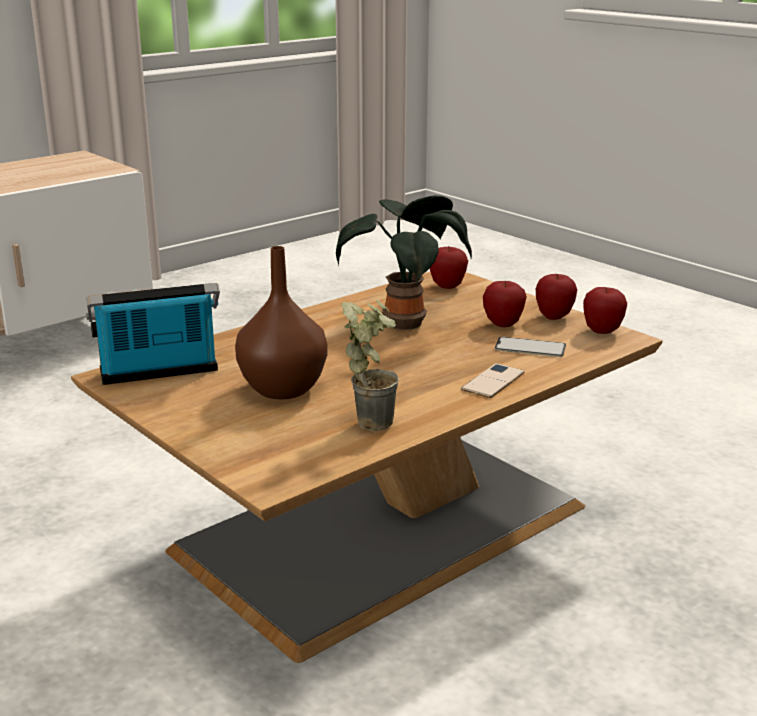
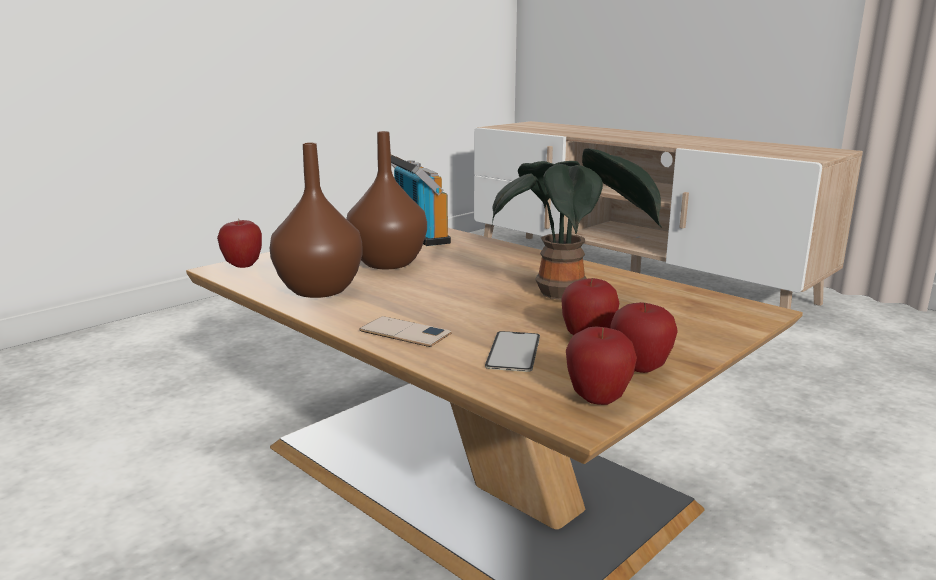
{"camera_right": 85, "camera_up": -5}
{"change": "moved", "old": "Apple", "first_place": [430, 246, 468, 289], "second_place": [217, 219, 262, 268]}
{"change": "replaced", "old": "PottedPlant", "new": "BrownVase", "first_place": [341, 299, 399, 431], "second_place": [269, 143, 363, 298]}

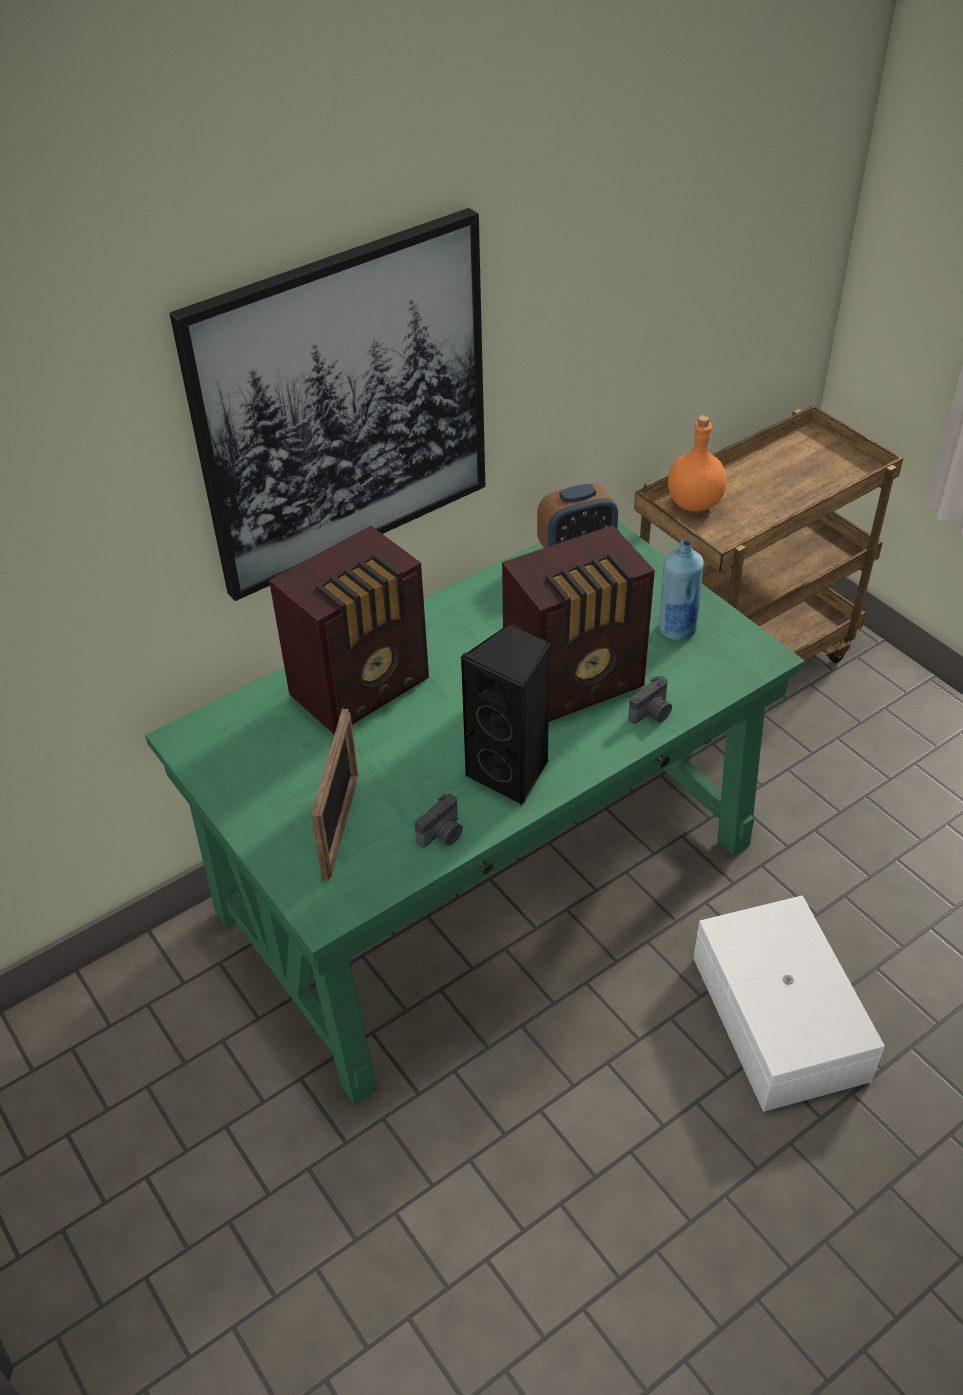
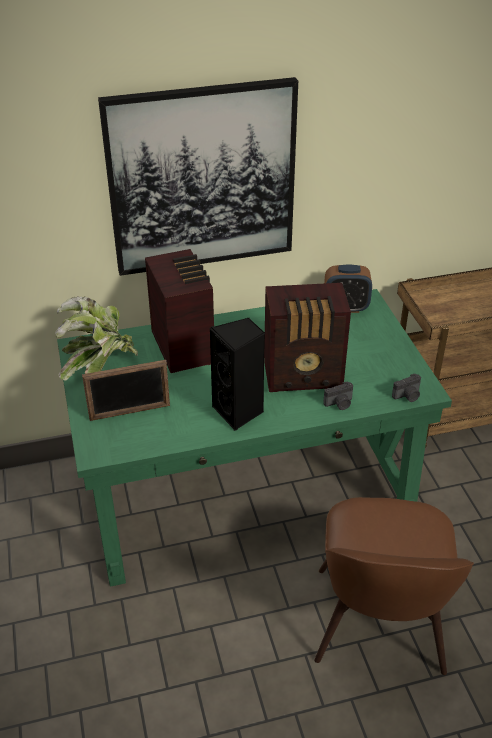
{"camera_right": 20, "camera_up": -5}
{"change": "removed", "old": "BlueBottle", "first_place": [659, 539, 704, 640]}
{"change": "removed", "old": "OrangeBottle", "first_place": [668, 415, 727, 511]}
{"change": "added", "new": "PottedPlant", "second_place": [55, 296, 138, 381]}
{"change": "moved", "old": "PhotoCamera", "first_place": [415, 794, 463, 848], "second_place": [392, 374, 421, 402]}
{"change": "replaced", "old": "WhiteStorageBox", "new": "BrownChair", "first_place": [693, 895, 885, 1112], "second_place": [314, 497, 474, 675]}
{"change": "turned", "old": "Radio", "first_place": [269, 526, 429, 735], "second_place": [145, 249, 214, 373], "degrees": -90}
{"change": "turned", "old": "PictureFrame", "first_place": [311, 709, 359, 881], "second_place": [82, 360, 170, 421], "degrees": 45}

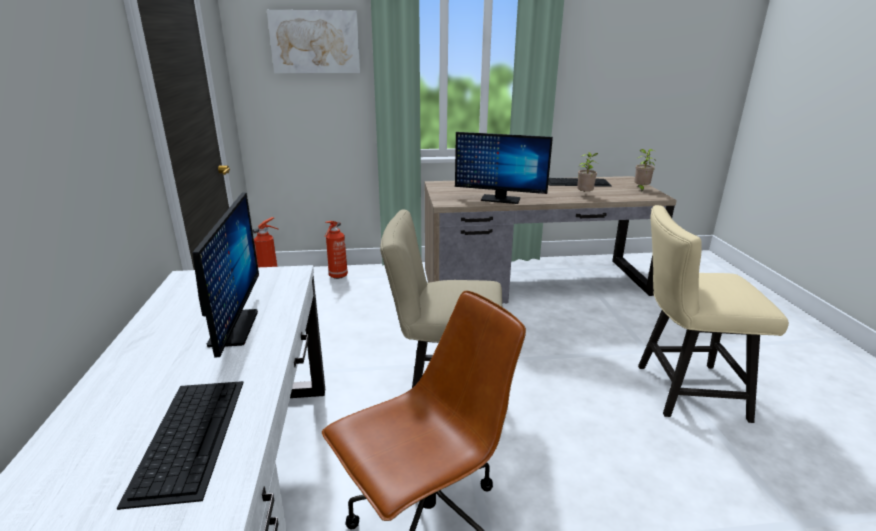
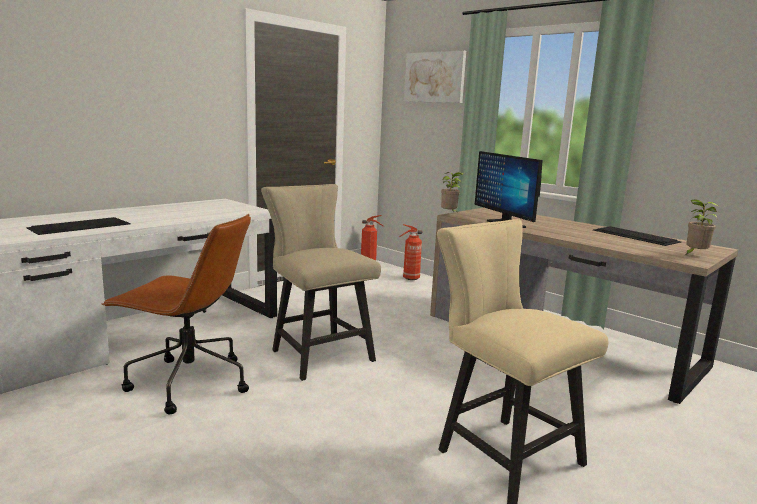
{"camera_right": 50, "camera_up": -10}
{"change": "removed", "old": "Monitor", "first_place": [192, 193, 259, 358]}
{"change": "moved", "old": "PottedPlant", "first_place": [577, 152, 598, 192], "second_place": [441, 172, 463, 214]}

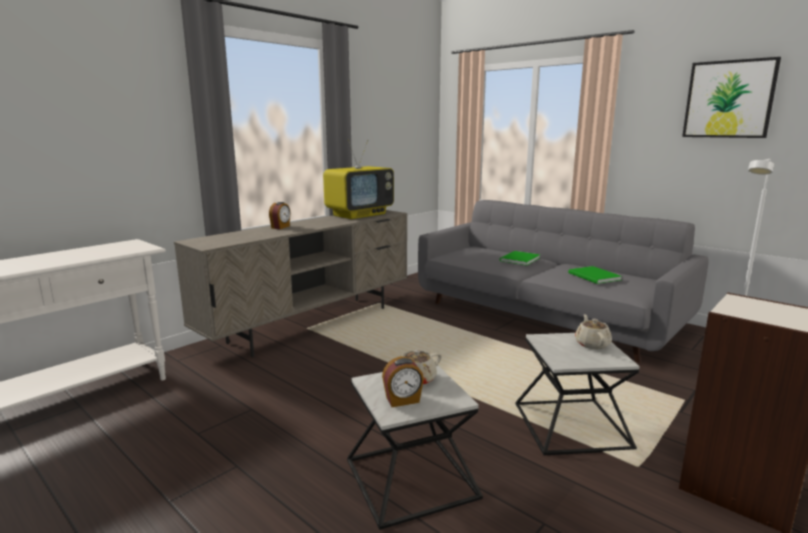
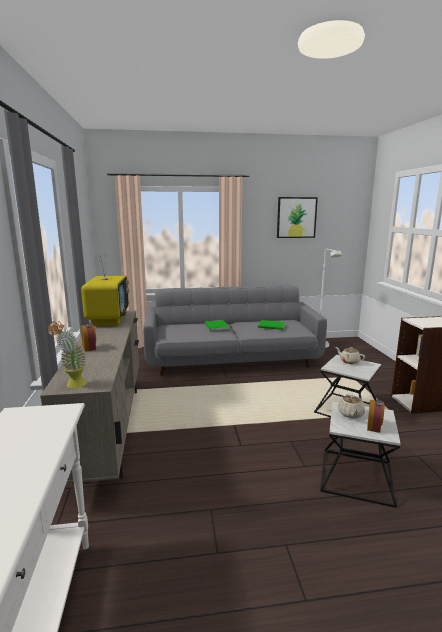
{"camera_right": -50, "camera_up": 0}
{"change": "added", "new": "PottedPlant", "second_place": [48, 321, 87, 388]}

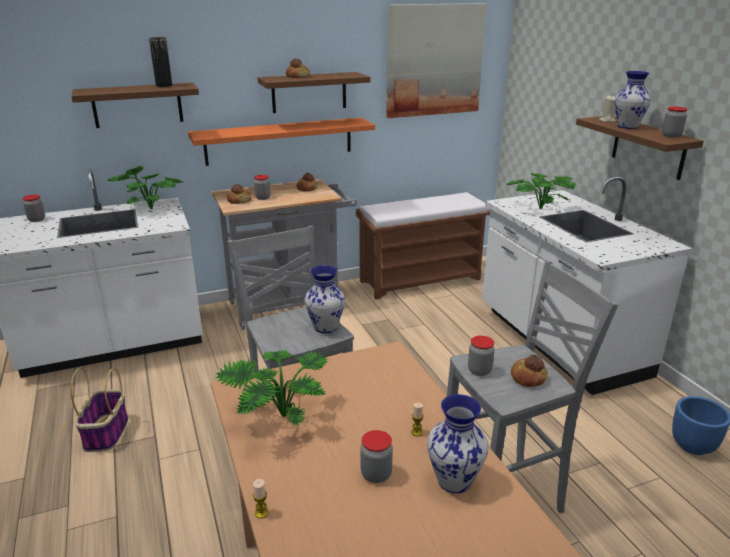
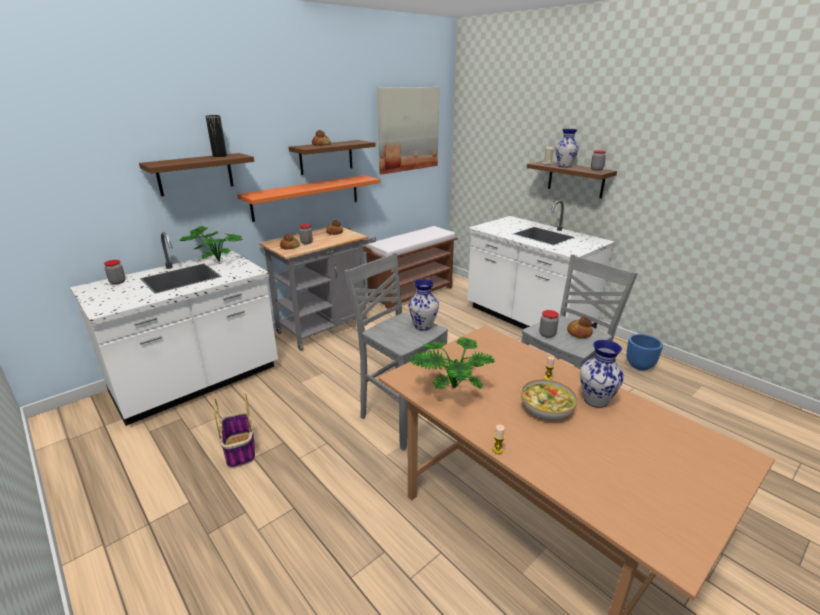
{"camera_right": -20, "camera_up": 0}
{"change": "removed", "old": "PottedPlant", "first_place": [507, 172, 576, 209]}
{"change": "replaced", "old": "Jar", "new": "Bowl", "first_place": [361, 430, 393, 483], "second_place": [521, 379, 577, 420]}

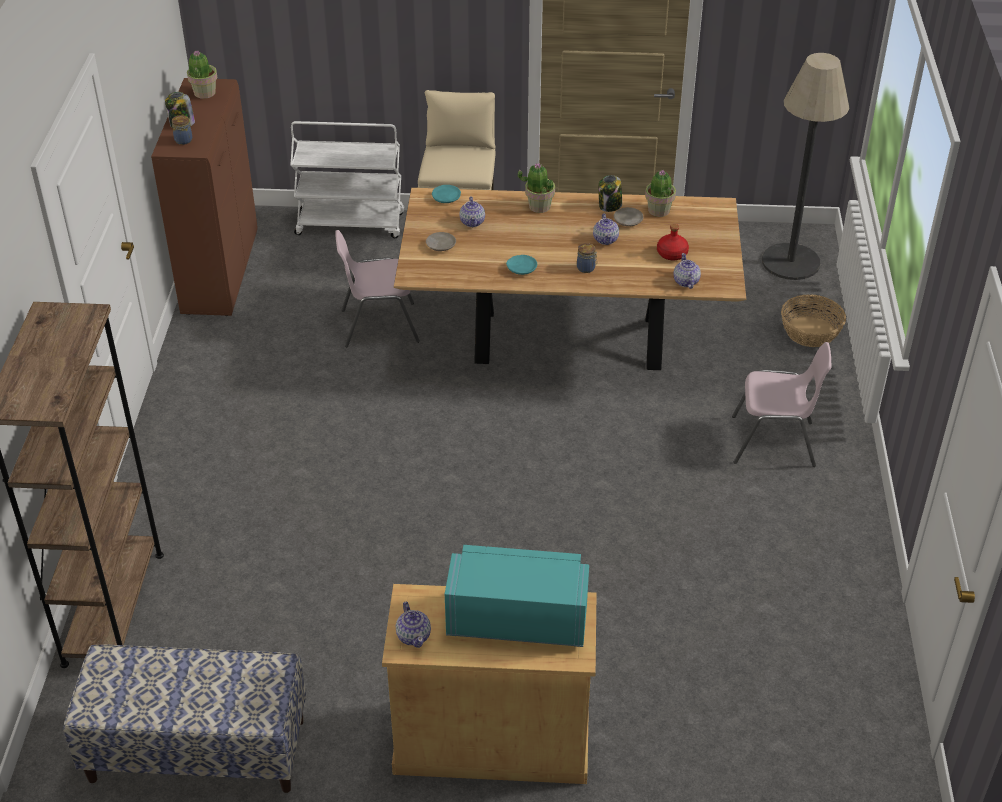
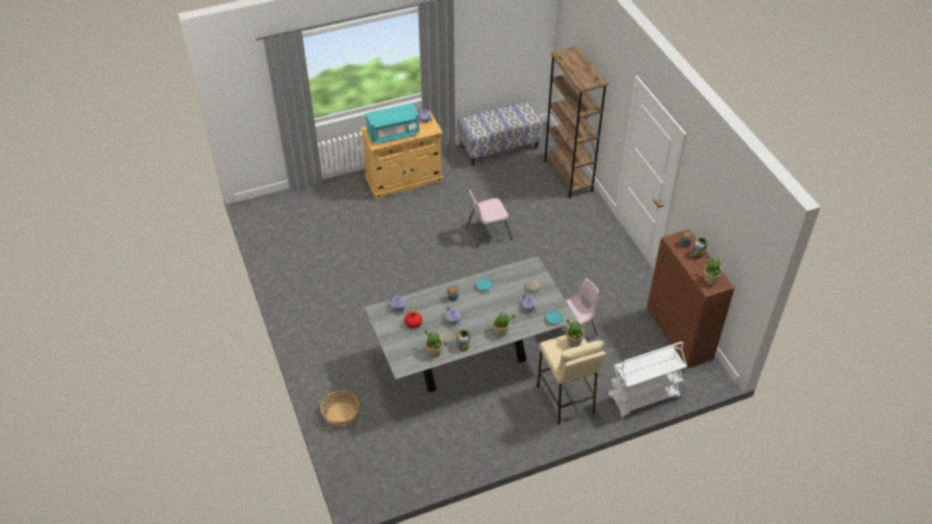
{"camera_right": 155, "camera_up": 5}
{"change": "removed", "old": "FloorLamp", "first_place": [762, 53, 849, 280]}
{"change": "added", "new": "PottedPlant", "second_place": [566, 319, 584, 347]}
{"change": "moved", "old": "PinkChair", "first_place": [732, 342, 831, 467], "second_place": [466, 190, 513, 248]}
{"change": "recoloured", "old": "BrownDiningTable", "new": "GreyDiningTable", "first_place": [394, 188, 746, 370], "second_place": [364, 256, 578, 393]}

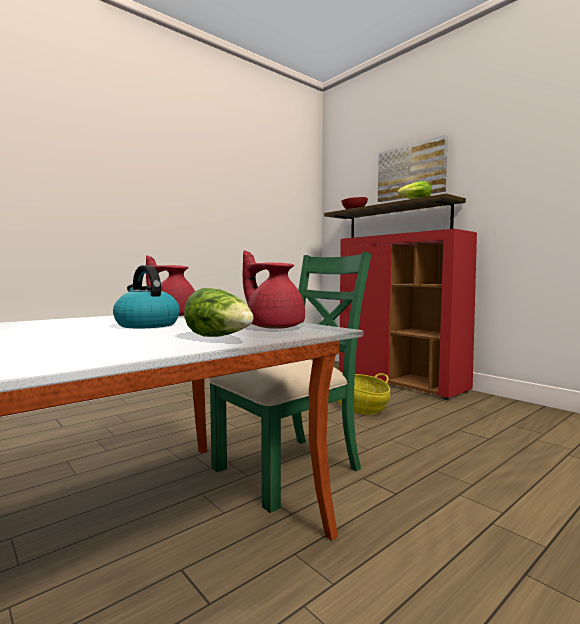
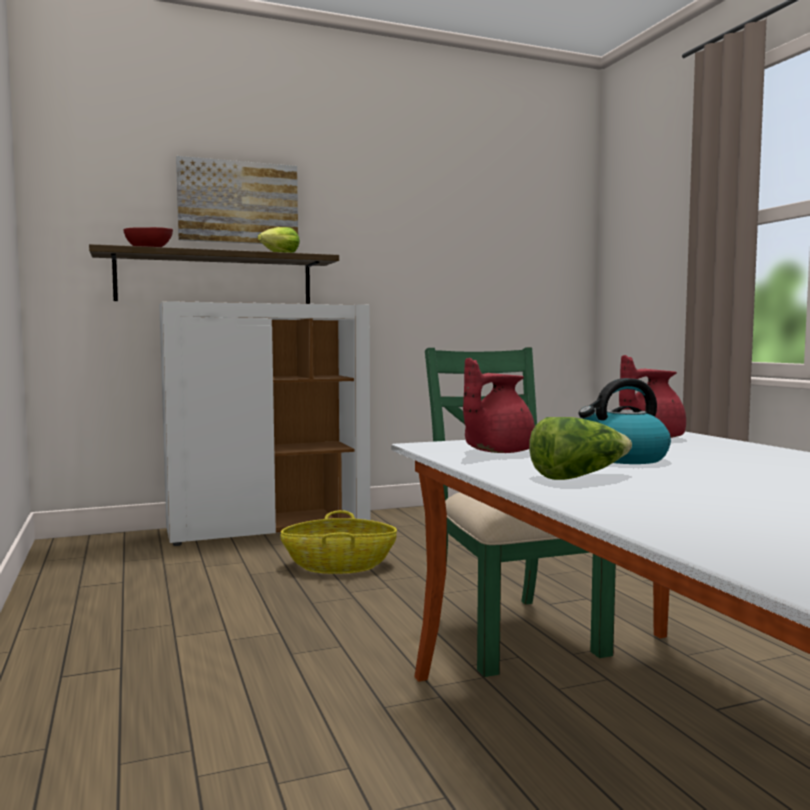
{"camera_right": -70, "camera_up": 0}
{"change": "moved", "old": "Lettuce", "first_place": [184, 288, 254, 337], "second_place": [529, 417, 632, 480]}
{"change": "recoloured", "old": "RedCabinet", "new": "WhiteCabinet", "first_place": [339, 229, 477, 400], "second_place": [159, 301, 370, 546]}

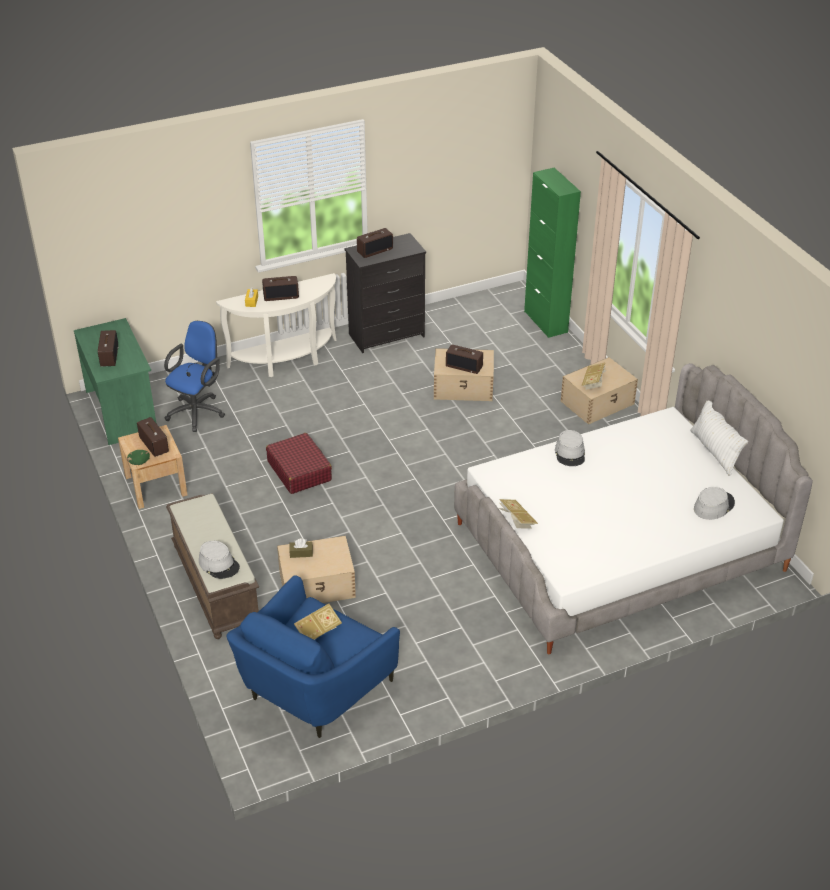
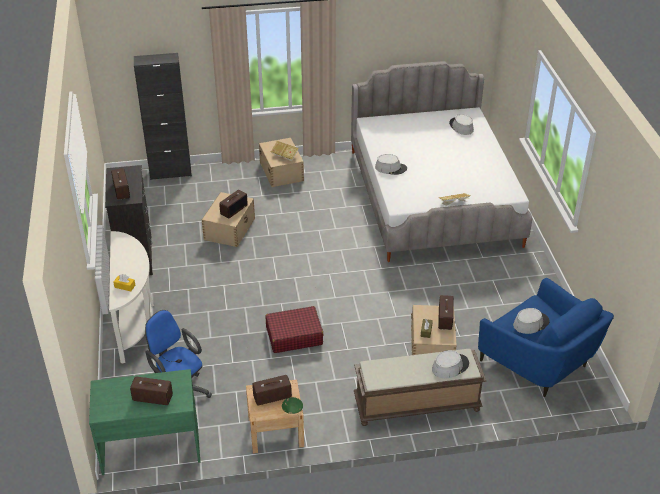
{"camera_right": -75, "camera_up": 0}
{"change": "removed", "old": "WhitePillow", "first_place": [690, 401, 748, 475]}
{"change": "moved", "old": "Radio", "first_place": [262, 276, 299, 301], "second_place": [438, 295, 454, 330]}
{"change": "replaced", "old": "Book", "new": "GreyHat", "first_place": [294, 604, 342, 640], "second_place": [513, 308, 549, 334]}
{"change": "recoloured", "old": "GreenCabinet", "new": "BlackCabinet", "first_place": [524, 168, 581, 338], "second_place": [134, 53, 192, 180]}

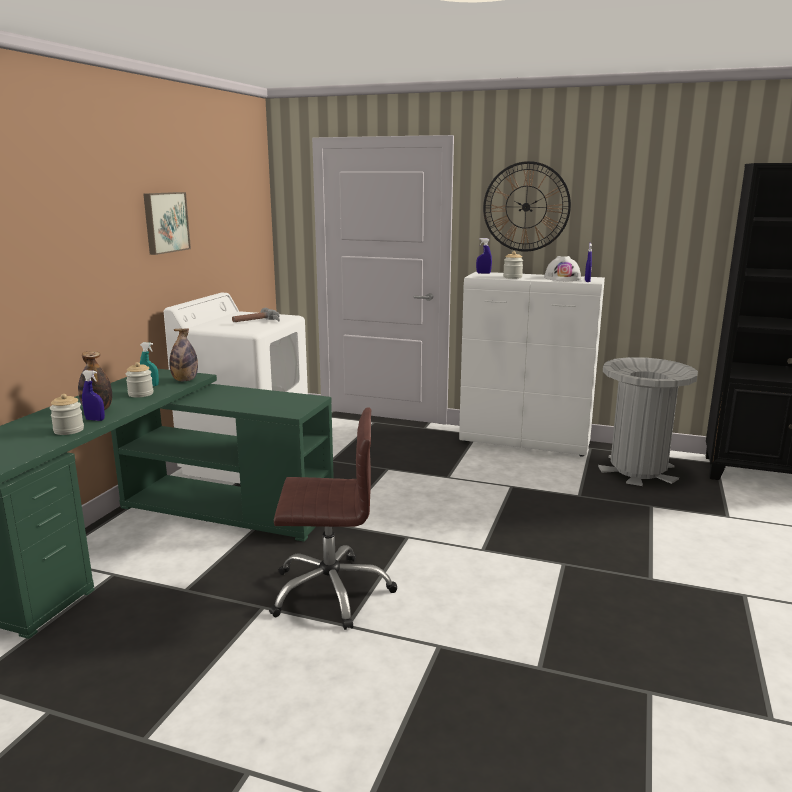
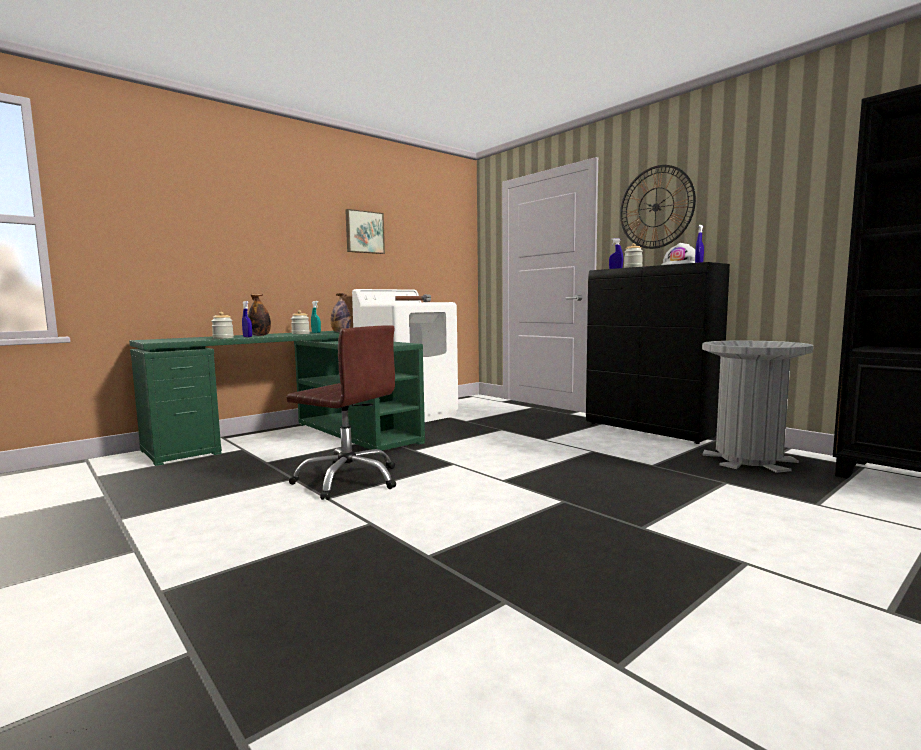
{"camera_right": 30, "camera_up": -10}
{"change": "recoloured", "old": "WhiteCabinet", "new": "BlackCabinet", "first_place": [459, 272, 605, 457], "second_place": [586, 262, 730, 444]}

